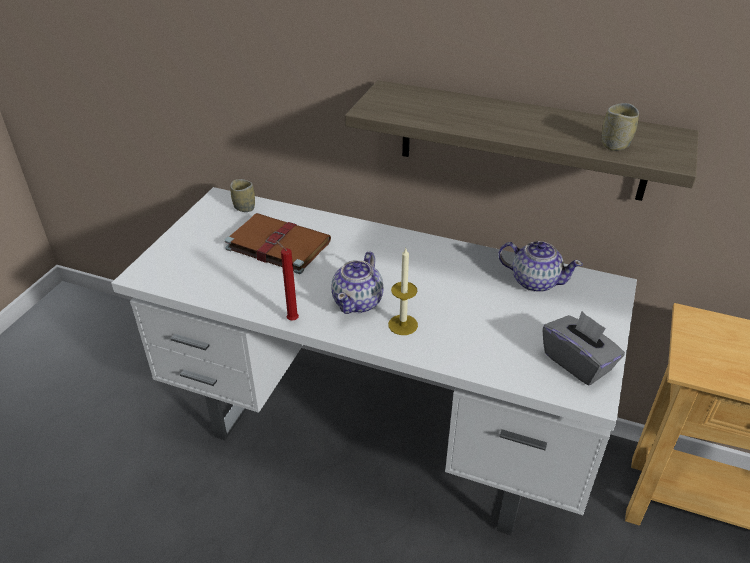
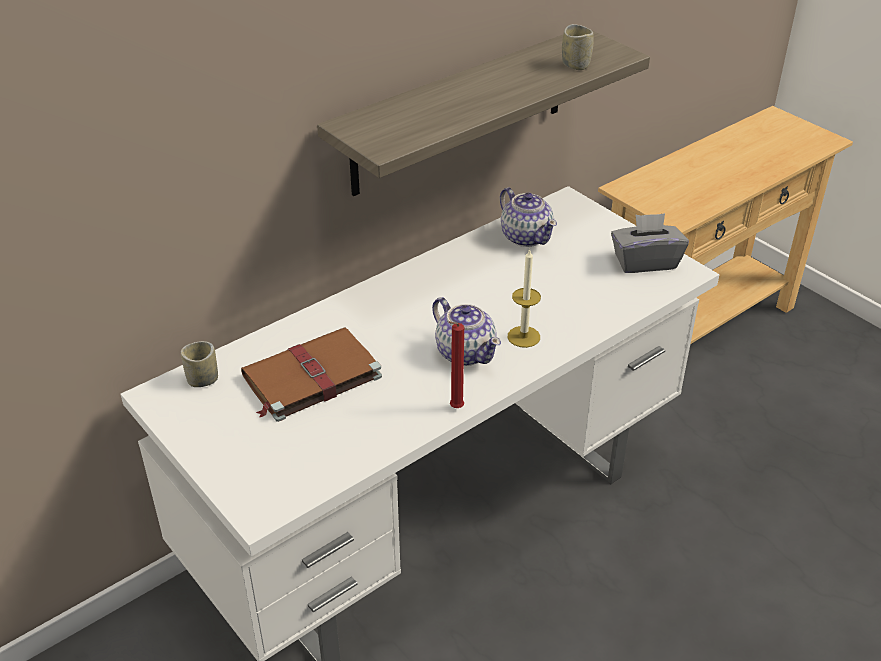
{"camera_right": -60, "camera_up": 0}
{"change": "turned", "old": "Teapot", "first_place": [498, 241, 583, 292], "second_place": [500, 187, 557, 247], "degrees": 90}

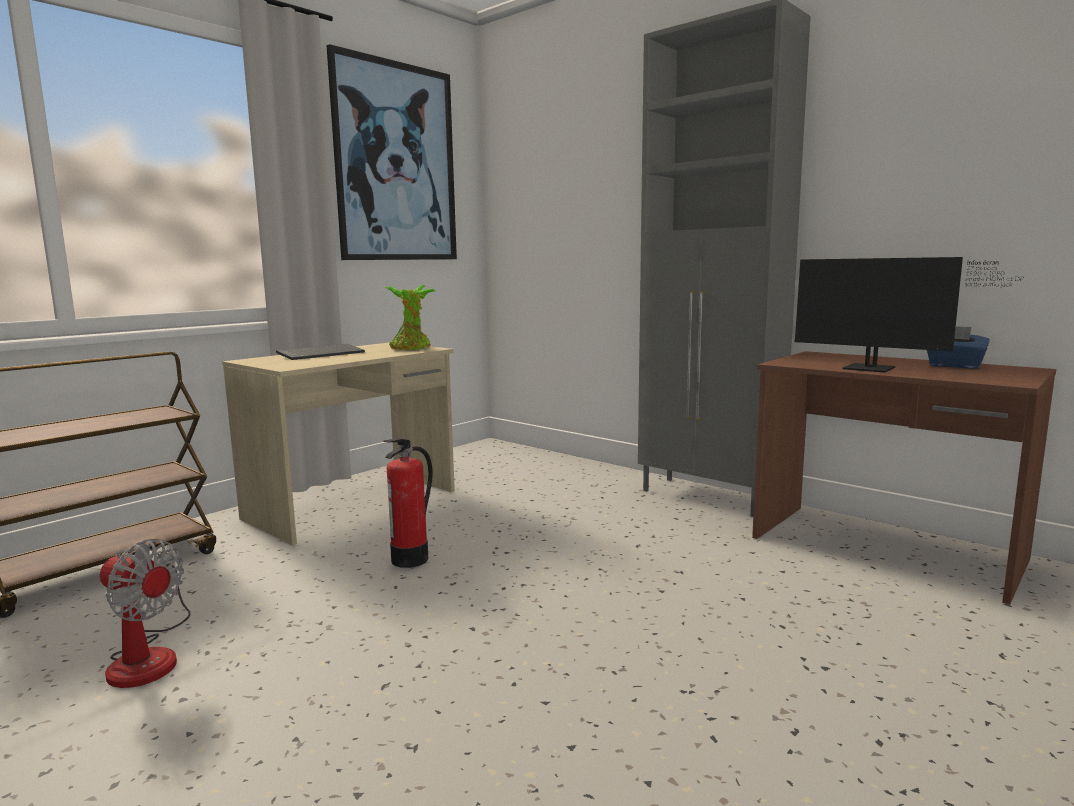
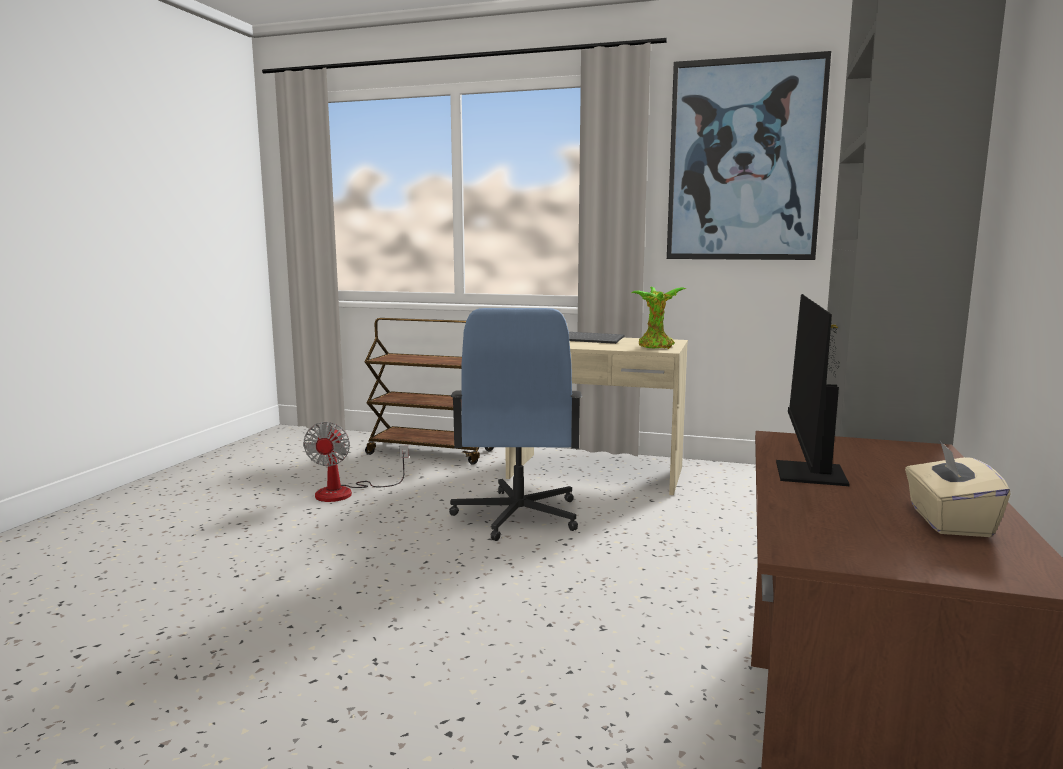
{"camera_right": 65, "camera_up": 0}
{"change": "replaced", "old": "FireExtinguisher", "new": "BlueOfficeChair", "first_place": [383, 438, 433, 568], "second_place": [449, 308, 582, 541]}
{"change": "recoloured", "old": "BlueTissueBox", "new": "BeigeTissueBox", "first_place": [927, 326, 990, 369], "second_place": [905, 441, 1011, 537]}

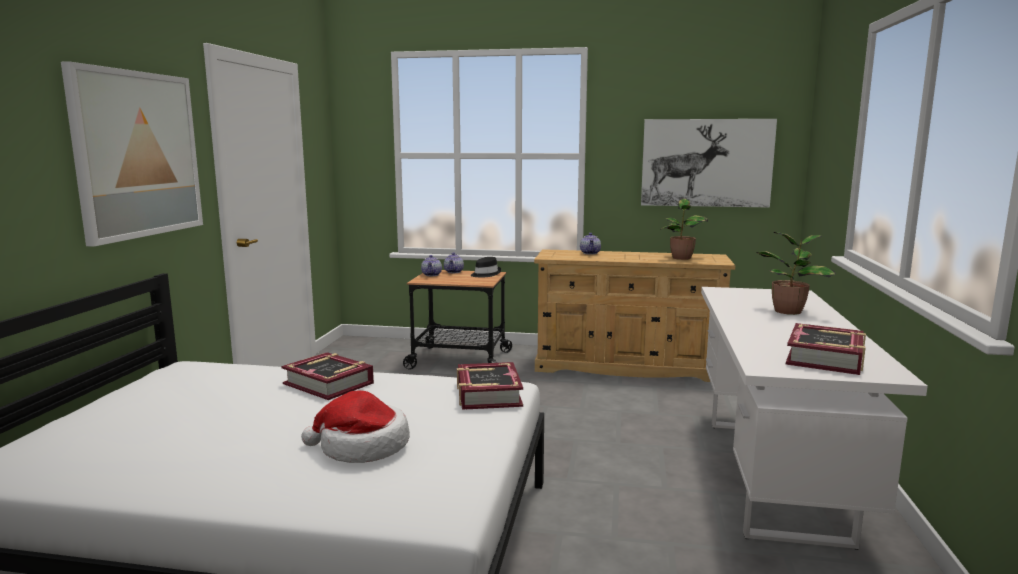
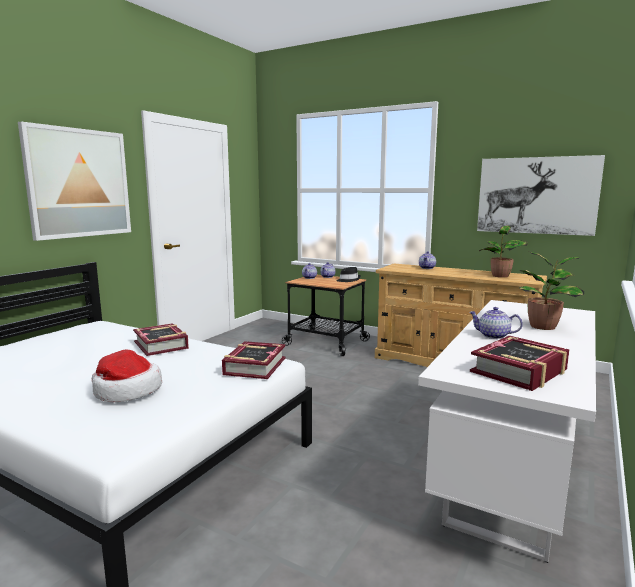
{"camera_right": 20, "camera_up": 0}
{"change": "added", "new": "Teapot", "second_place": [469, 307, 523, 339]}

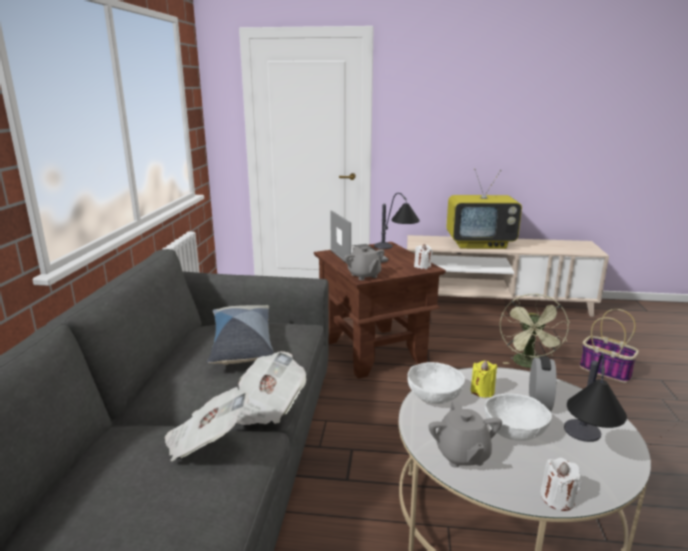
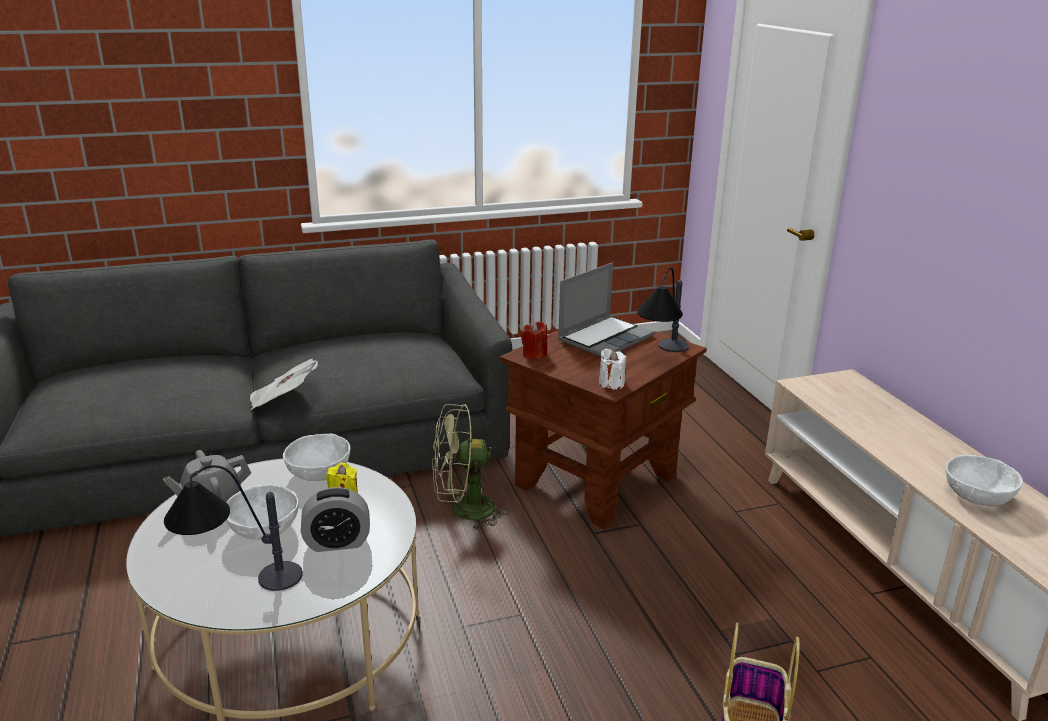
{"camera_right": 65, "camera_up": 5}
{"change": "removed", "old": "Newspaper", "first_place": [164, 387, 249, 462]}
{"change": "removed", "old": "Pillow", "first_place": [207, 305, 274, 365]}
{"change": "removed", "old": "Television", "first_place": [446, 169, 522, 249]}
{"change": "removed", "old": "WhiteCandle", "first_place": [541, 458, 582, 511]}
{"change": "added", "new": "WhiteBowl", "second_place": [945, 455, 1023, 506]}
{"change": "moved", "old": "GreenFan", "first_place": [500, 293, 570, 368], "second_place": [432, 404, 510, 530]}
{"change": "replaced", "old": "GreyTeapot", "new": "RedCandle", "first_place": [344, 246, 384, 280], "second_place": [521, 321, 547, 360]}

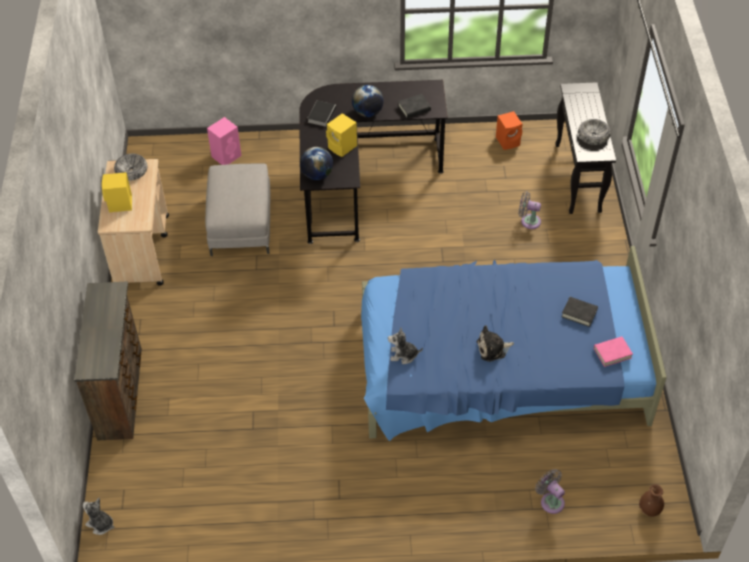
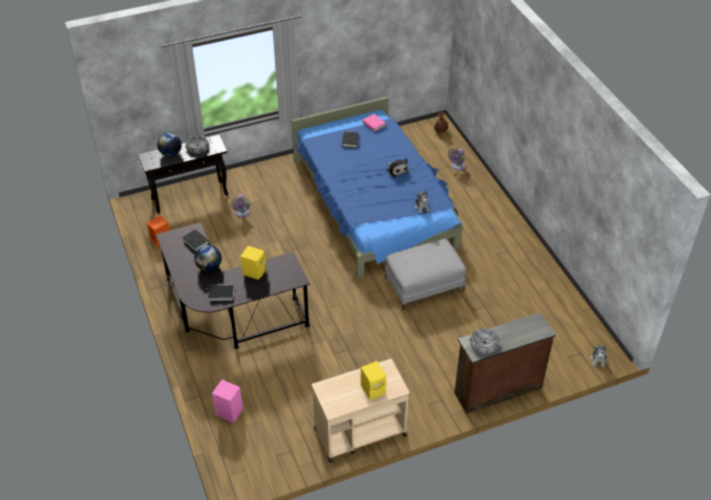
{"camera_right": -110, "camera_up": -5}
{"change": "moved", "old": "Bowl", "first_place": [114, 154, 148, 181], "second_place": [470, 329, 500, 354]}
{"change": "moved", "old": "GreyOttoman", "first_place": [205, 163, 270, 256], "second_place": [385, 239, 466, 310]}
{"change": "moved", "old": "Globe", "first_place": [300, 147, 333, 180], "second_place": [157, 133, 182, 157]}

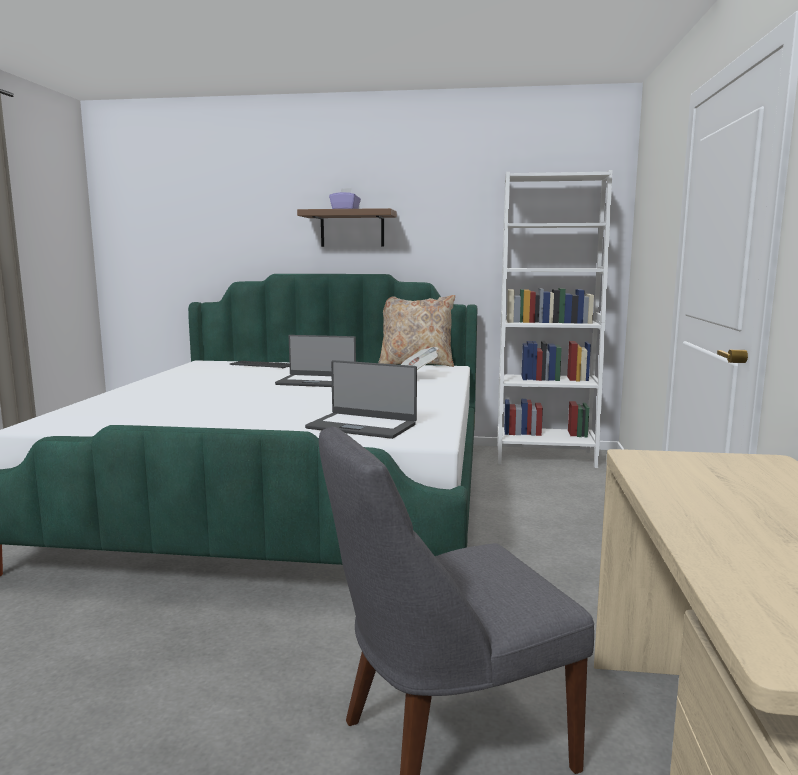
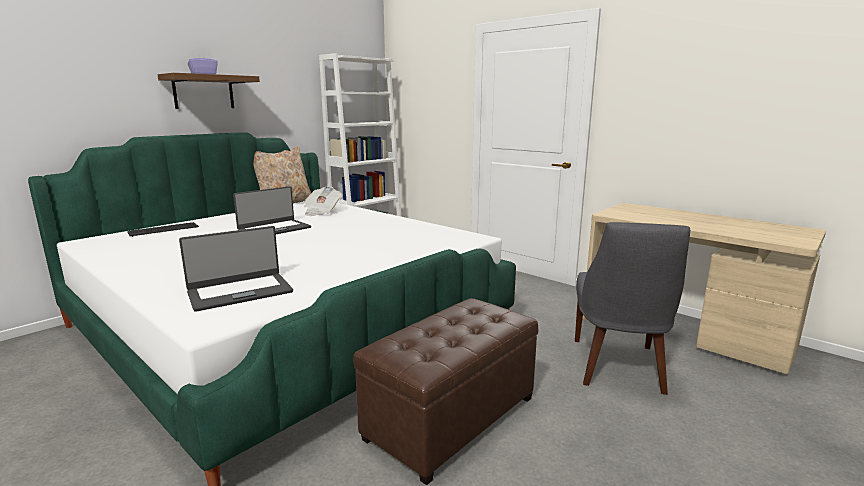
{"camera_right": -55, "camera_up": 5}
{"change": "added", "new": "BrownOttoman", "second_place": [353, 298, 538, 485]}
{"change": "moved", "old": "Laptop", "first_place": [305, 360, 417, 439], "second_place": [179, 226, 293, 312]}

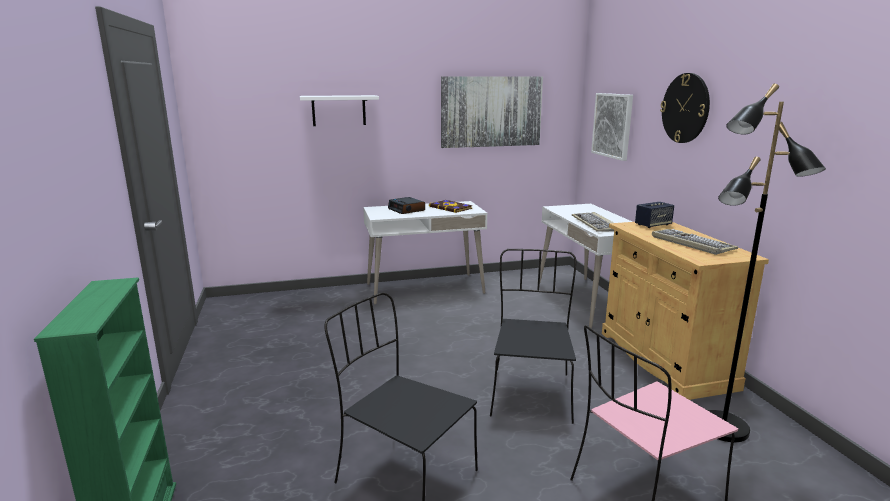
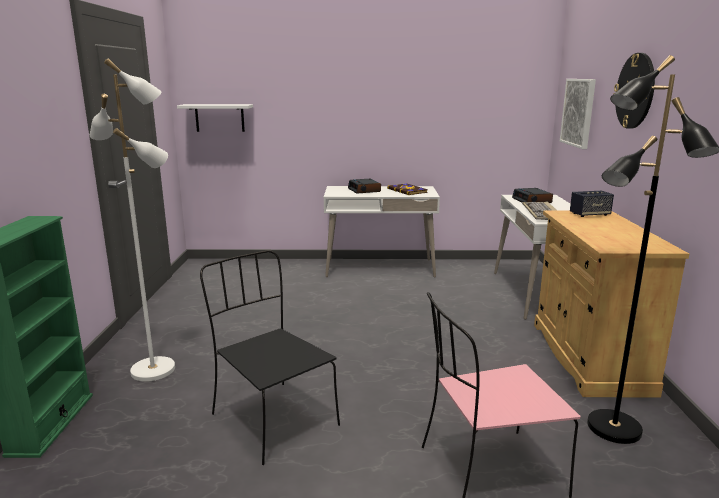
{"camera_right": 15, "camera_up": 0}
{"change": "removed", "old": "Picture", "first_place": [441, 76, 543, 148]}
{"change": "removed", "old": "BlackChair", "first_place": [490, 249, 576, 424]}
{"change": "removed", "old": "Keyboard", "first_place": [652, 229, 738, 255]}
{"change": "added", "new": "WhiteFloorLamp", "second_place": [90, 59, 175, 382]}
{"change": "added", "new": "AlarmClock", "second_place": [512, 188, 553, 203]}
{"change": "moved", "old": "WhiteShelf", "first_place": [300, 95, 379, 126], "second_place": [177, 104, 253, 132]}

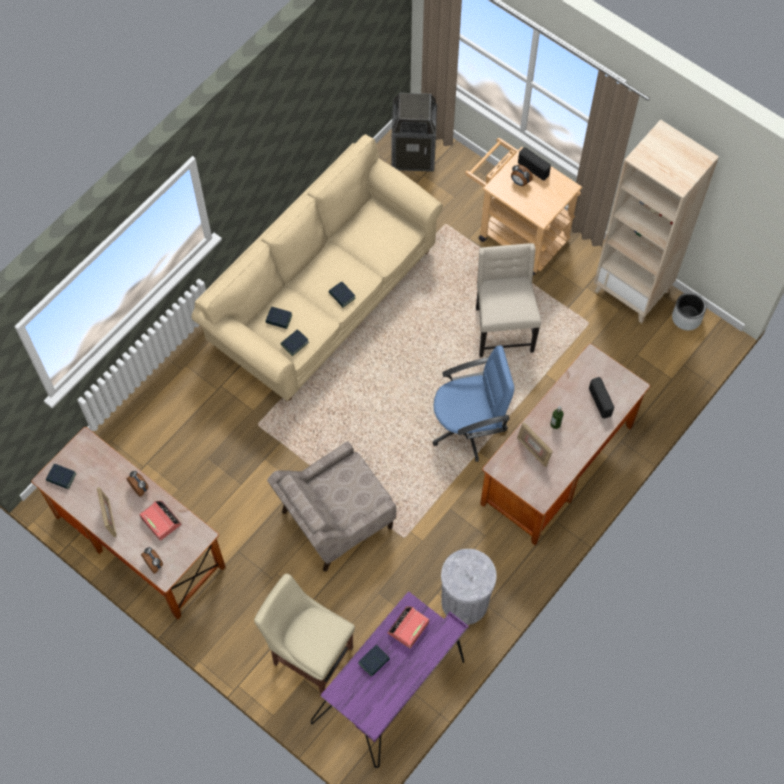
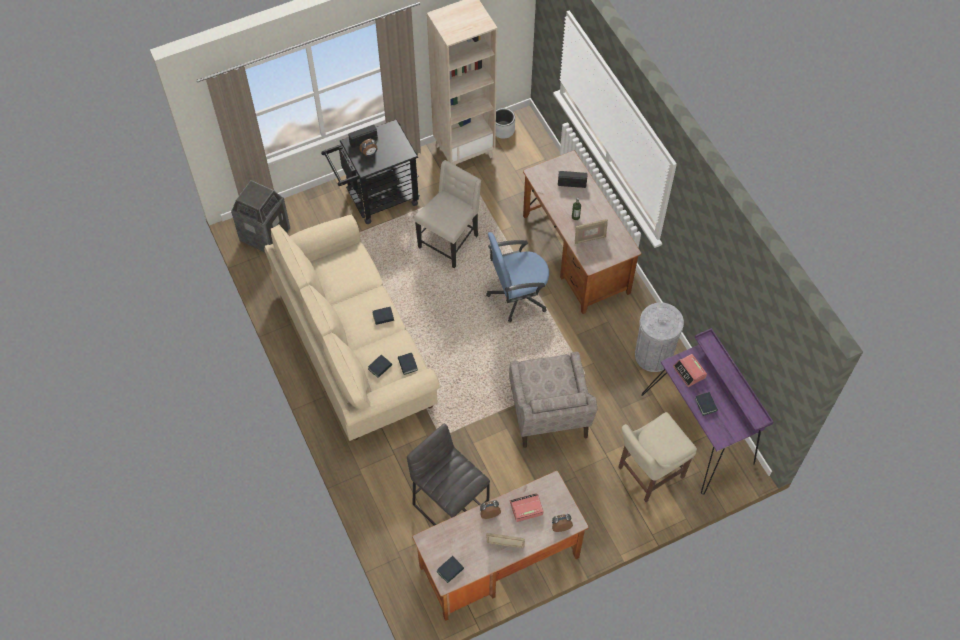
{"camera_right": -65, "camera_up": -5}
{"change": "added", "new": "GreyStool", "second_place": [407, 424, 490, 525]}
{"change": "recoloured", "old": "BeigeCart", "new": "BlackCart", "first_place": [465, 138, 582, 276], "second_place": [321, 119, 420, 224]}
{"change": "turned", "old": "BlueOfficeChair", "first_place": [433, 345, 514, 462], "second_place": [486, 232, 549, 322], "degrees": -120}
{"change": "turned", "old": "BeigeChair", "first_place": [476, 243, 541, 357], "second_place": [414, 160, 481, 268], "degrees": 105}

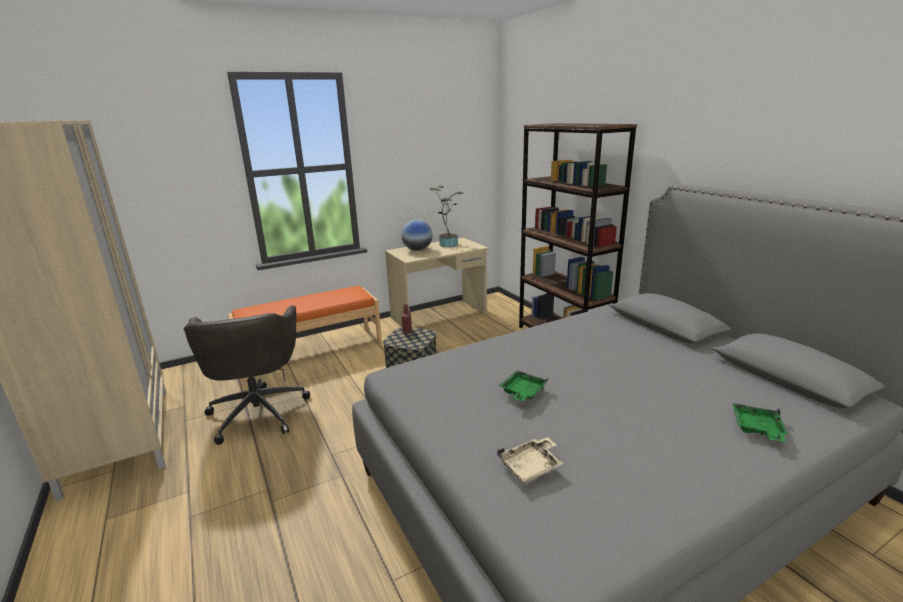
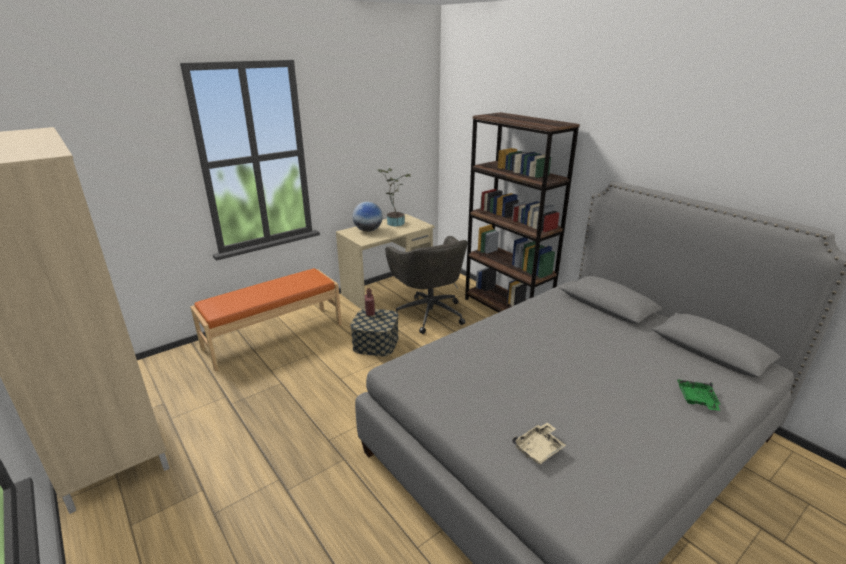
{"camera_right": -10, "camera_up": 5}
{"change": "removed", "old": "GreenTray", "first_place": [498, 370, 548, 401]}
{"change": "moved", "old": "GreyOfficeChair", "first_place": [184, 305, 310, 445], "second_place": [385, 236, 468, 334]}

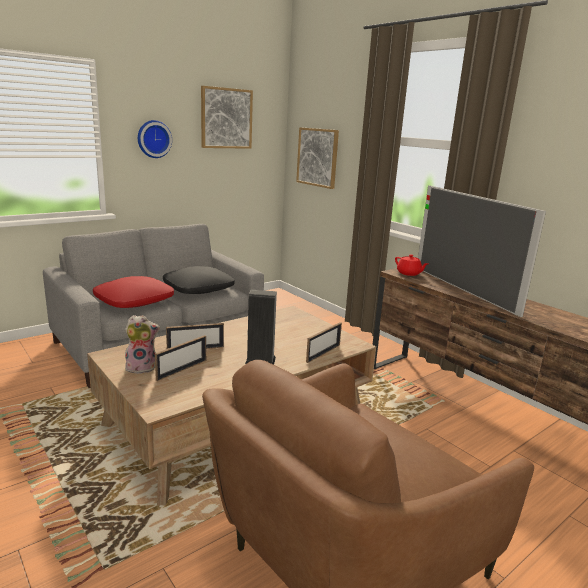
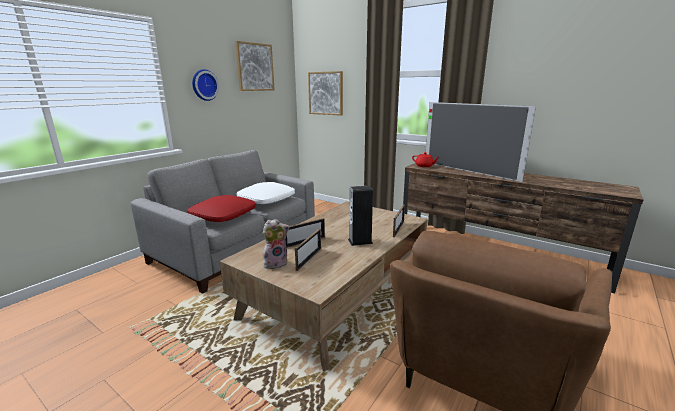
{"camera_right": -15, "camera_up": 0}
{"change": "recoloured", "old": "BlackPillow", "new": "WhitePillow", "first_place": [163, 266, 235, 294], "second_place": [237, 182, 295, 204]}

